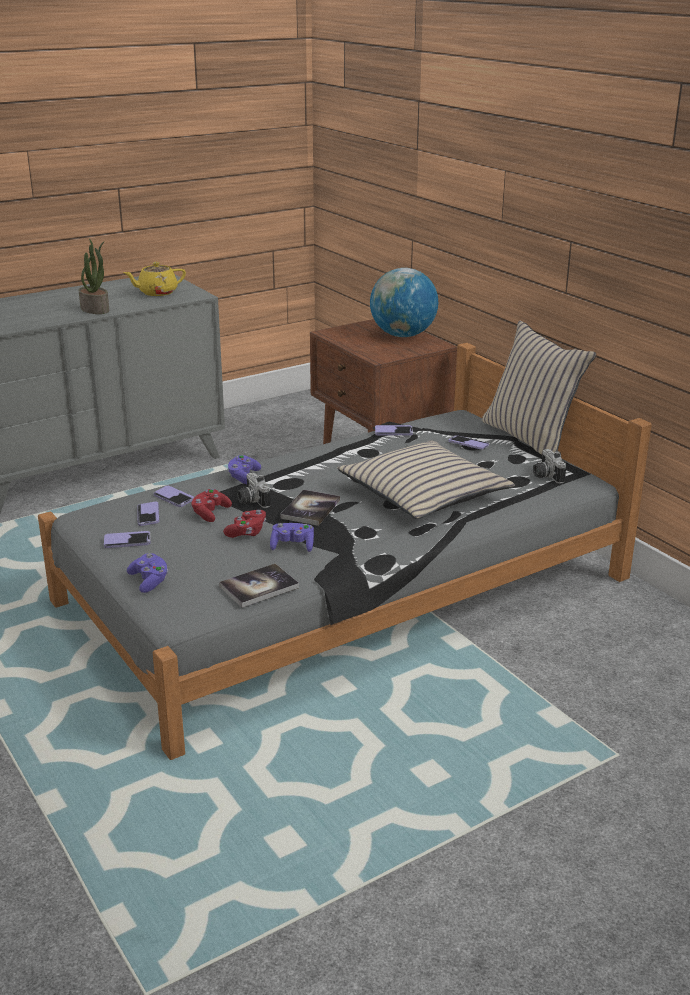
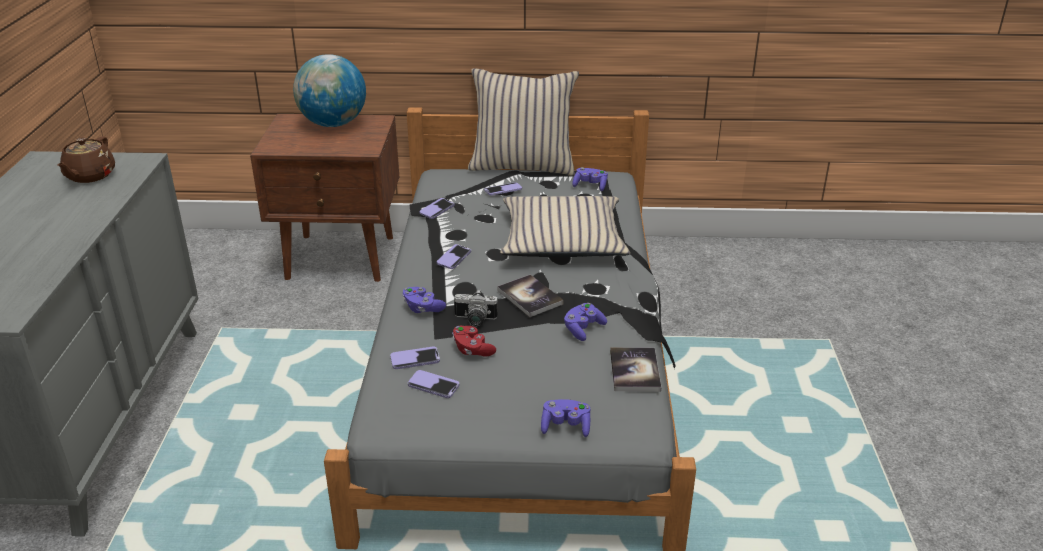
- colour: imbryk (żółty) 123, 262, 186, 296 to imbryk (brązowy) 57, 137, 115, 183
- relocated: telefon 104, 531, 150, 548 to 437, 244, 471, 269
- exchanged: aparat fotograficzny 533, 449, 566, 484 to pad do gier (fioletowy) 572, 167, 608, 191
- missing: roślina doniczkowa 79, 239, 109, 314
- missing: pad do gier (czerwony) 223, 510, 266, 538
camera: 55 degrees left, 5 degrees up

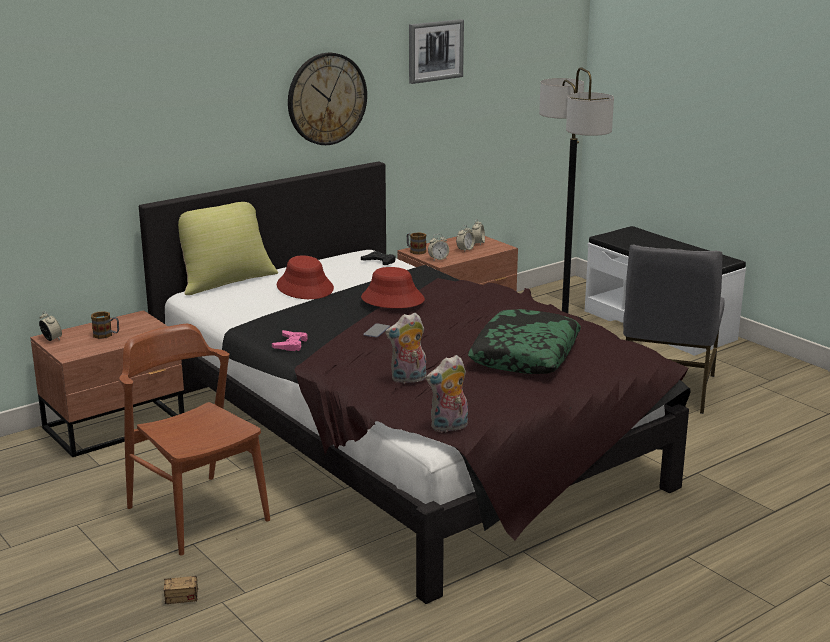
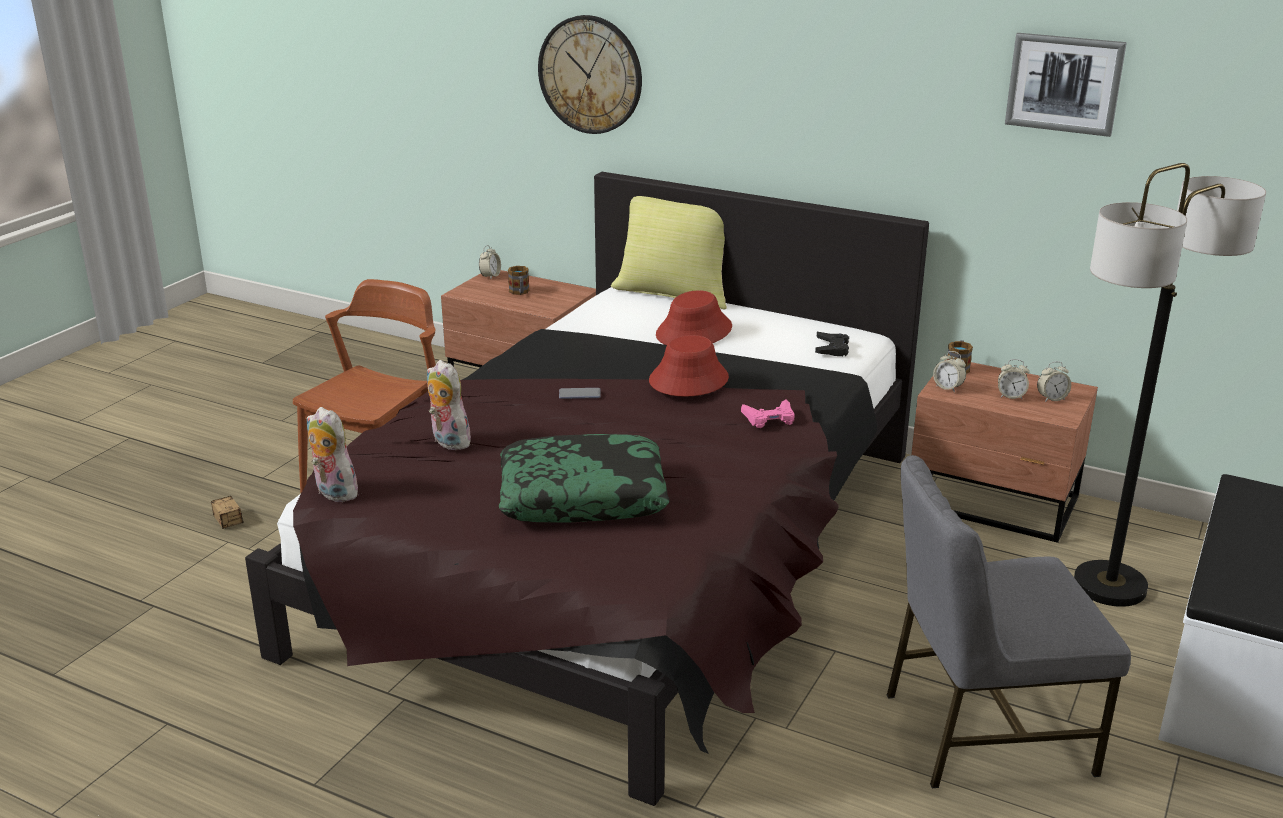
- relocated: zegar ścienny 288, 53, 367, 145 to 538, 15, 642, 134
- relocated: pad do gier (różowy) 272, 330, 308, 351 to 741, 400, 795, 428
camera: 65 degrees right, 5 degrees up

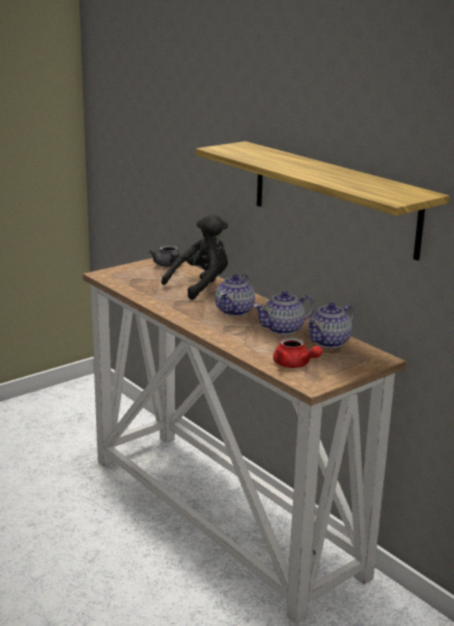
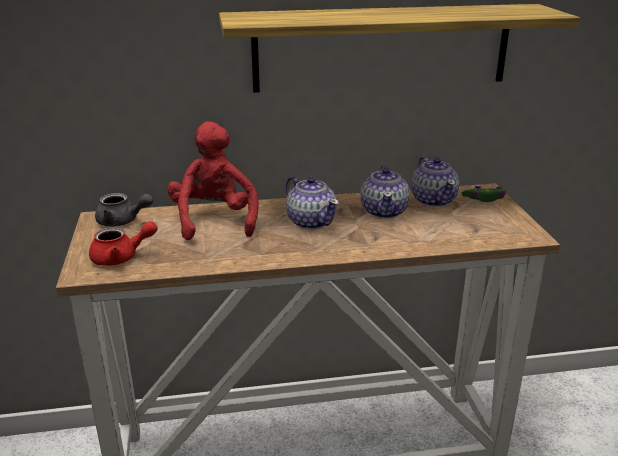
- relocated: imbryk (czerwony) 273, 337, 322, 368 to 89, 221, 158, 266
- colour: pluszak (czarny) 161, 214, 228, 300 to pluszak (czerwony) 167, 121, 259, 240
- appeared: pad do gier (zielony) 462, 186, 506, 202
camera: 60 degrees left, 5 degrees up

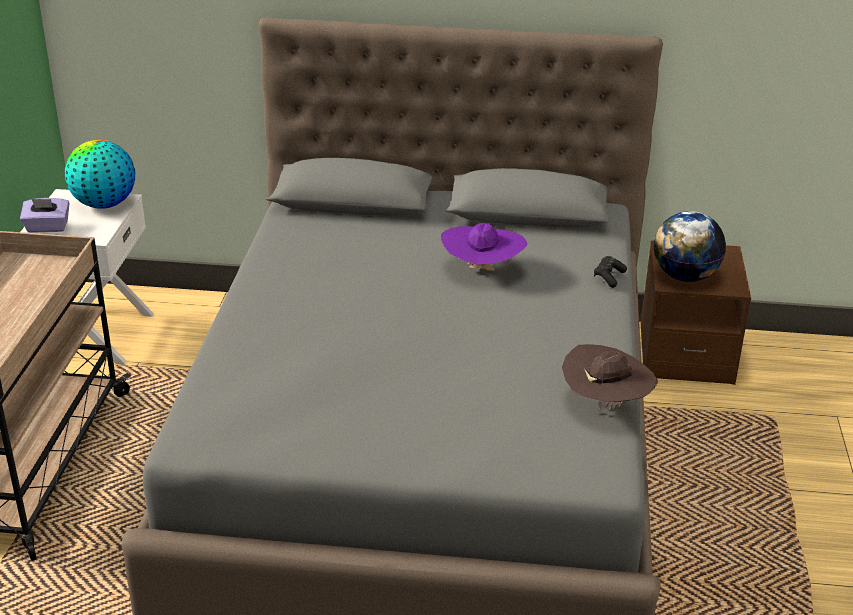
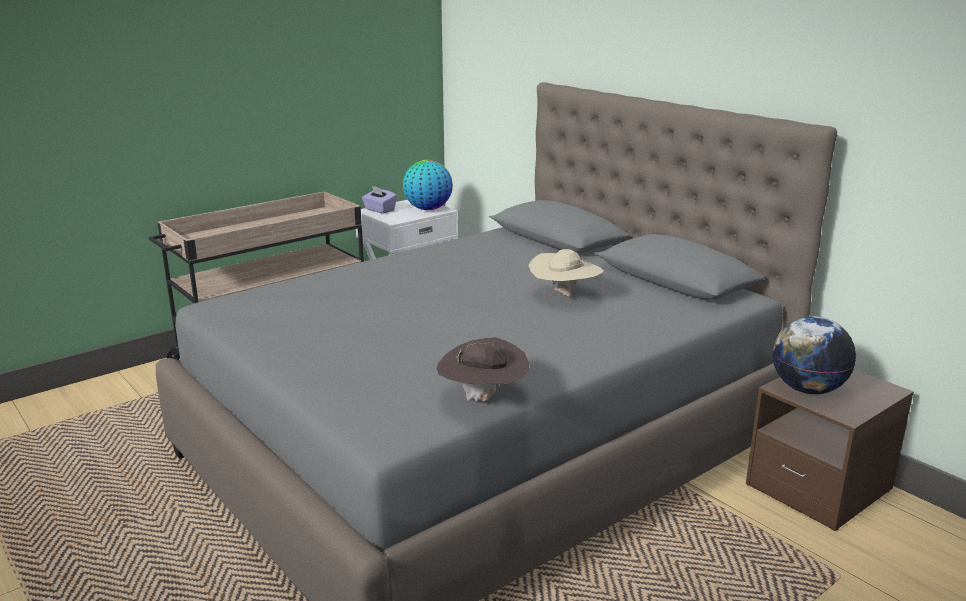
- colour: kapelusz (fioletowy) 441, 223, 527, 271 to kapelusz (beżowy) 528, 249, 604, 297
- missing: pad do gier (czarny) 594, 256, 627, 288
camera: 45 degrees right, 10 degrees down

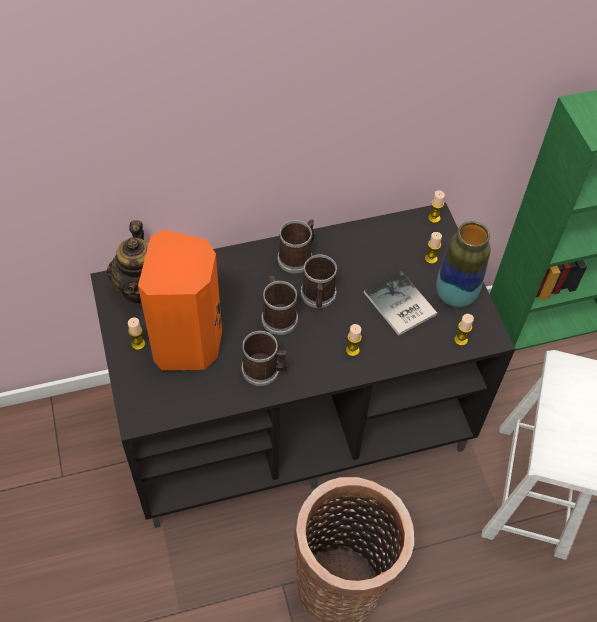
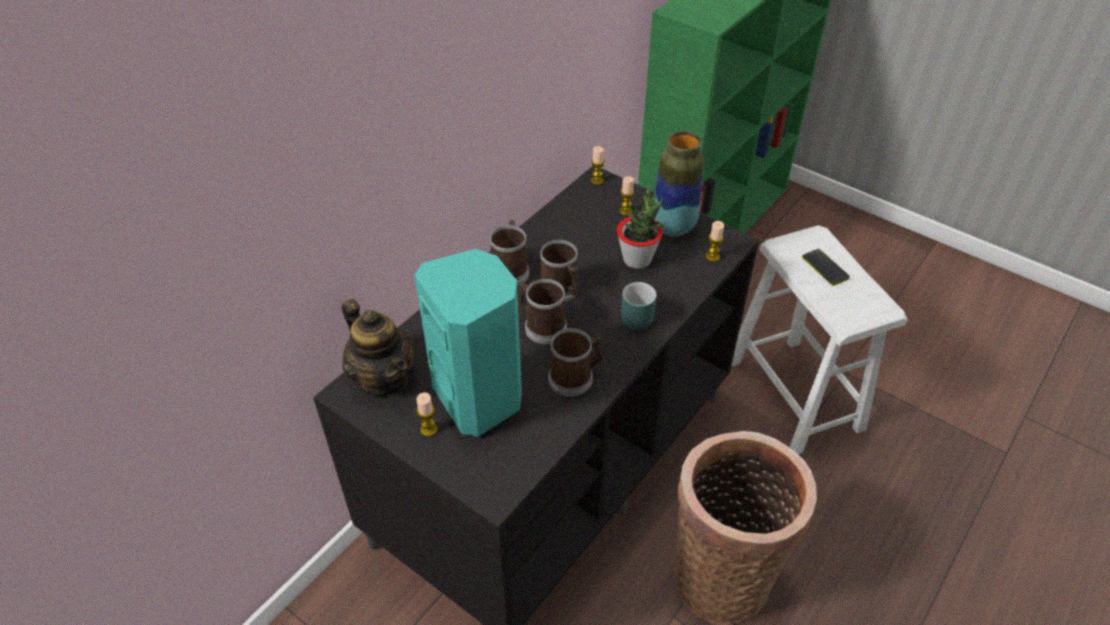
- colour: głośnik (pomarańczowy) 138, 230, 222, 371 to głośnik (turkusowy) 415, 249, 522, 437
- exchanged: książka 364, 271, 437, 336 to roślina doniczkowa 617, 188, 663, 269
- exchanged: świeca 346, 324, 362, 356 to kubek (turkusowy) 621, 282, 657, 330
- appeared: telefon 802, 249, 850, 286
camera: 35 degrees left, 10 degrees down

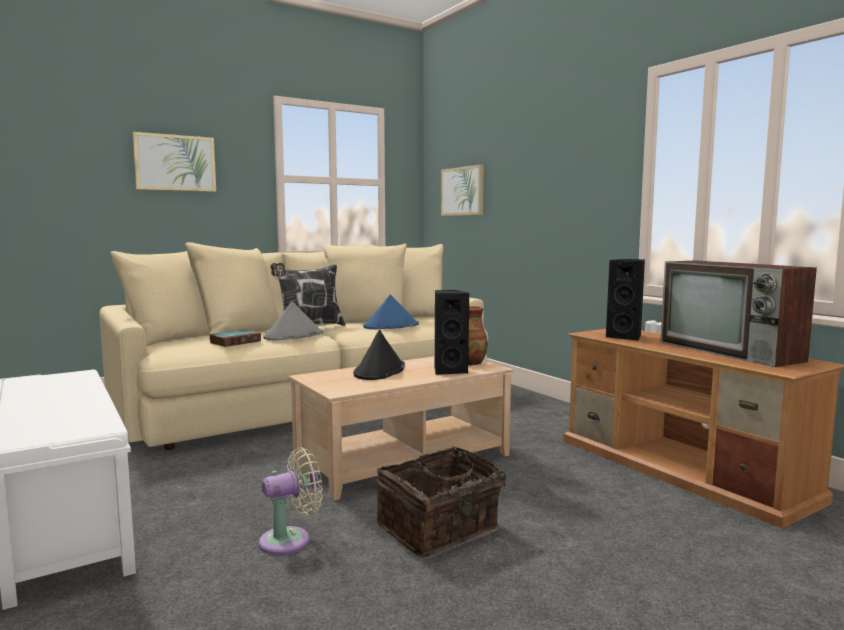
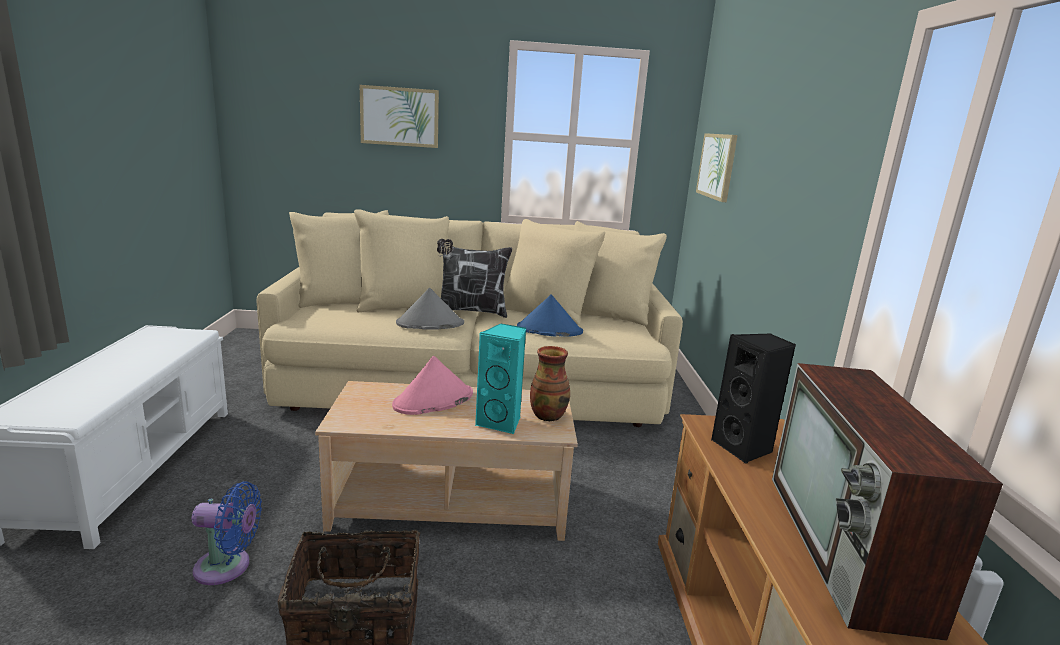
- colour: wentylator (beżowy) 259, 447, 323, 555 to wentylator (niebieski) 192, 481, 262, 585
- colour: kapelusz (czarny) 354, 330, 405, 380 to kapelusz (różowy) 392, 356, 473, 415
- colour: głośnik (czarny) 435, 290, 469, 375 to głośnik (turkusowy) 475, 323, 526, 435
- missing: książka 209, 330, 261, 347
camera: 30 degrees right, 10 degrees up

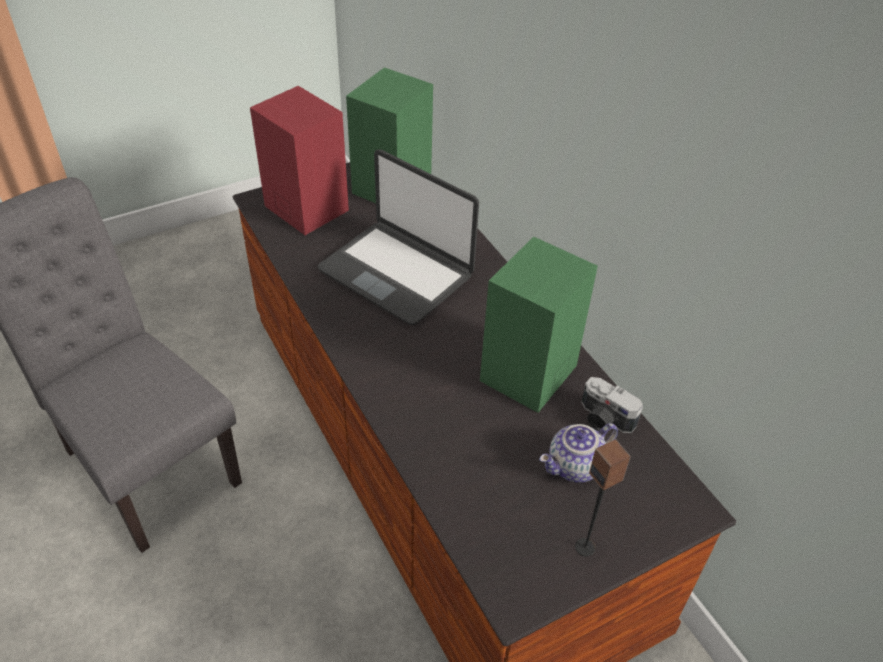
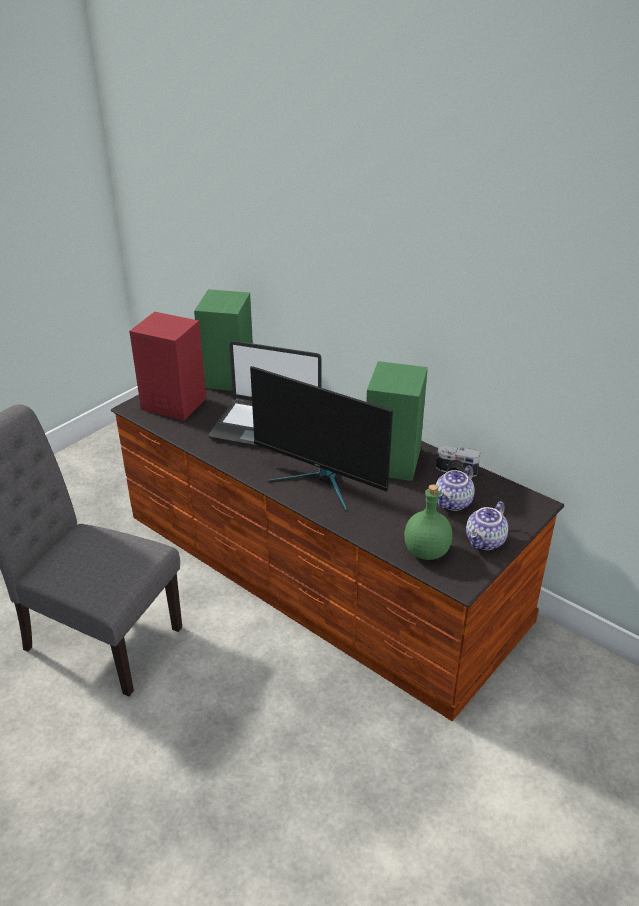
- appeared: monitor 250, 366, 393, 512
- appeared: butelka (zielony) 404, 484, 453, 560
- exchanged: głośnik 575, 440, 631, 557 to imbryk 466, 501, 508, 550
camera: 20 degrees left, 10 degrees down

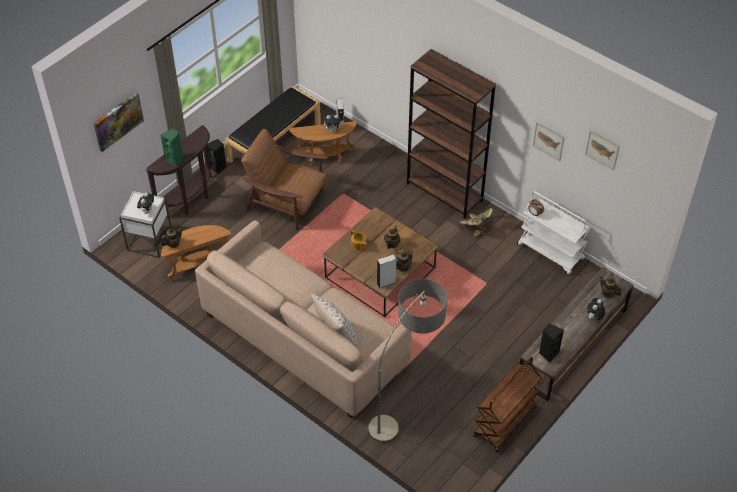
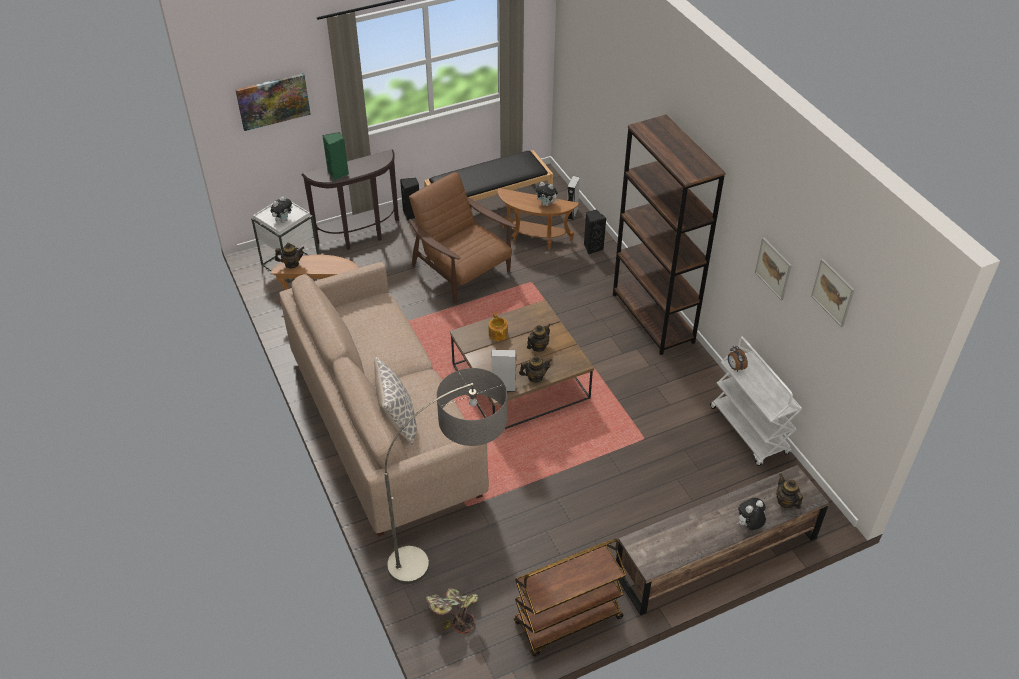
- relocated: roślina doniczkowa 459, 208, 493, 236 to 426, 588, 479, 634
- relocated: głośnik (czarny) 539, 324, 564, 363 to 584, 210, 606, 255
camera: 25 degrees right, 5 degrees down

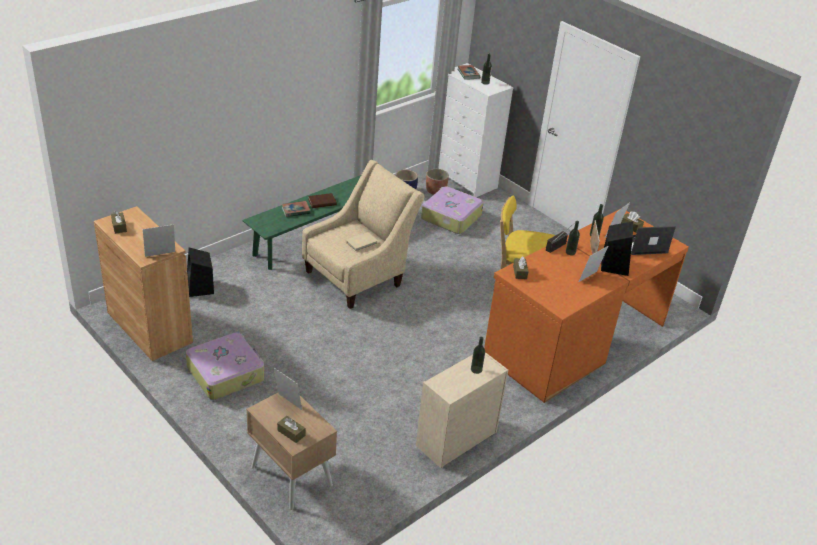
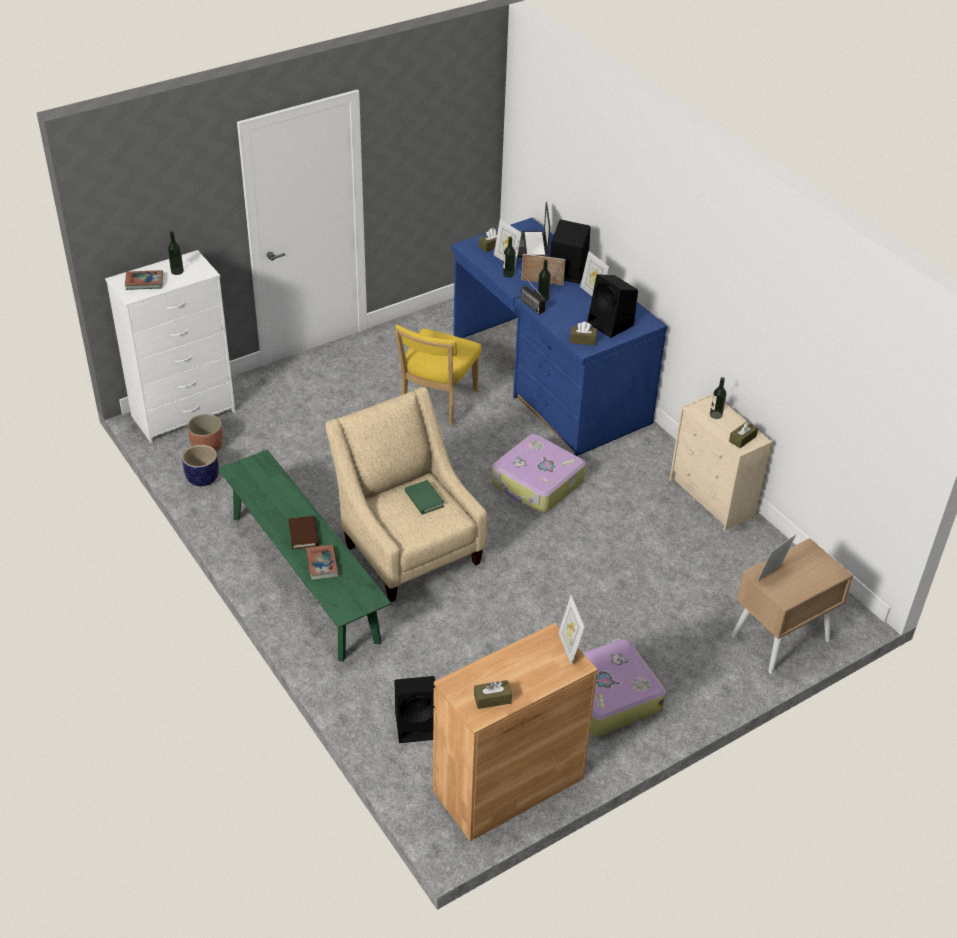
- colour: książka (beżowy) 346, 232, 378, 252 to książka (zielony) 405, 480, 445, 514
- colour: biurko (pomarańczowy) 484, 209, 689, 403 to biurko (niebieski) 452, 218, 667, 456
- relocated: walizka 421, 186, 484, 234 to 491, 434, 586, 513
- appeared: głośnik (czarny) 587, 274, 638, 338
- relocated: pudełko chusteczek (brązowy) 277, 416, 305, 443 to 729, 421, 758, 448
camera: 80 degrees left, 5 degrees up

